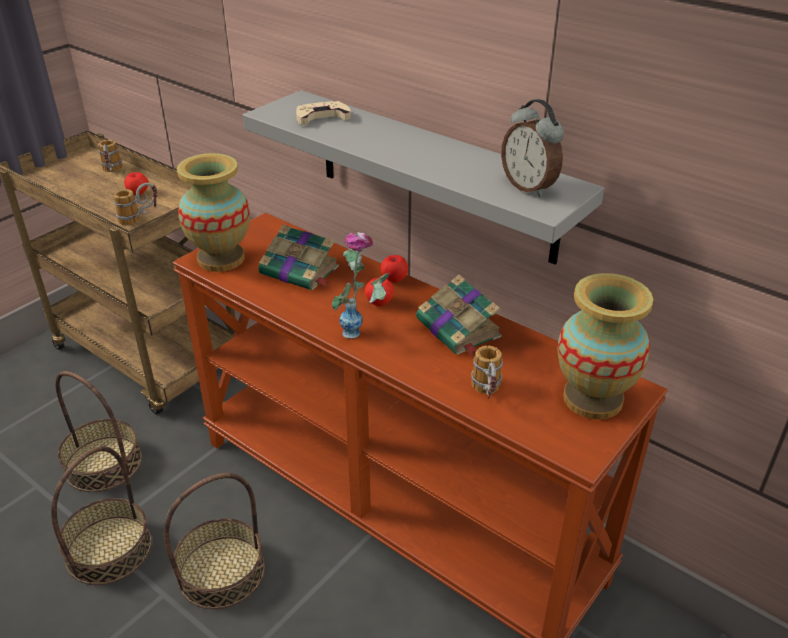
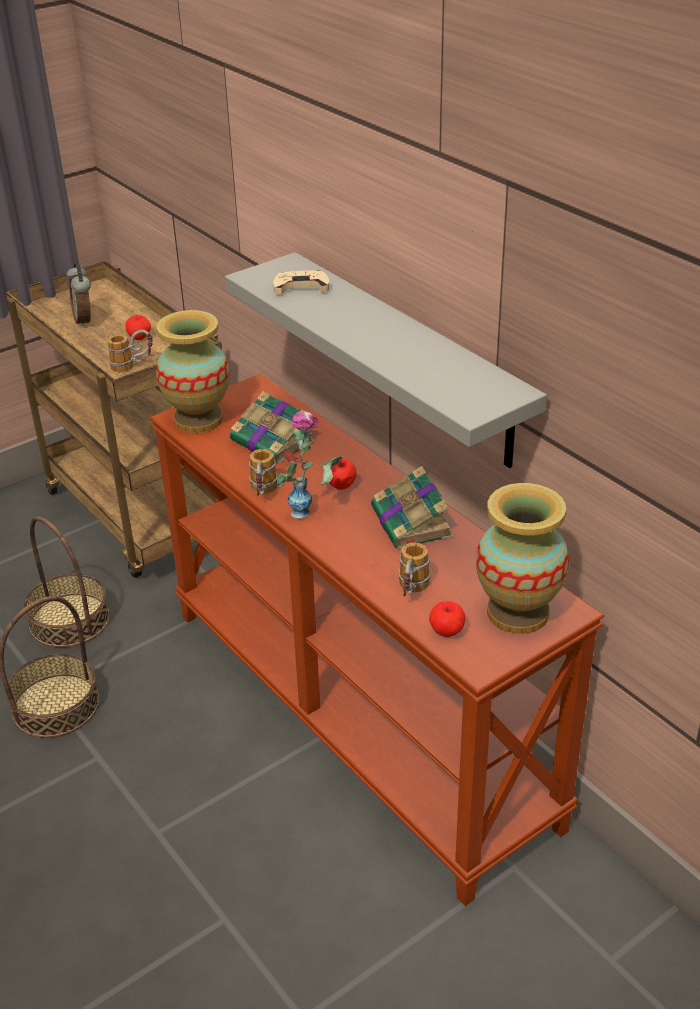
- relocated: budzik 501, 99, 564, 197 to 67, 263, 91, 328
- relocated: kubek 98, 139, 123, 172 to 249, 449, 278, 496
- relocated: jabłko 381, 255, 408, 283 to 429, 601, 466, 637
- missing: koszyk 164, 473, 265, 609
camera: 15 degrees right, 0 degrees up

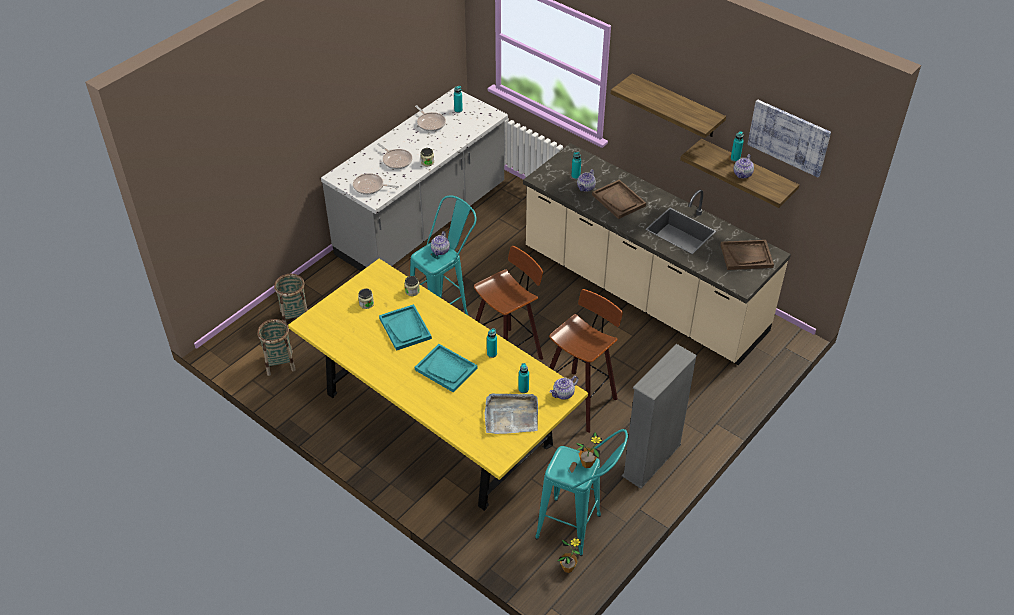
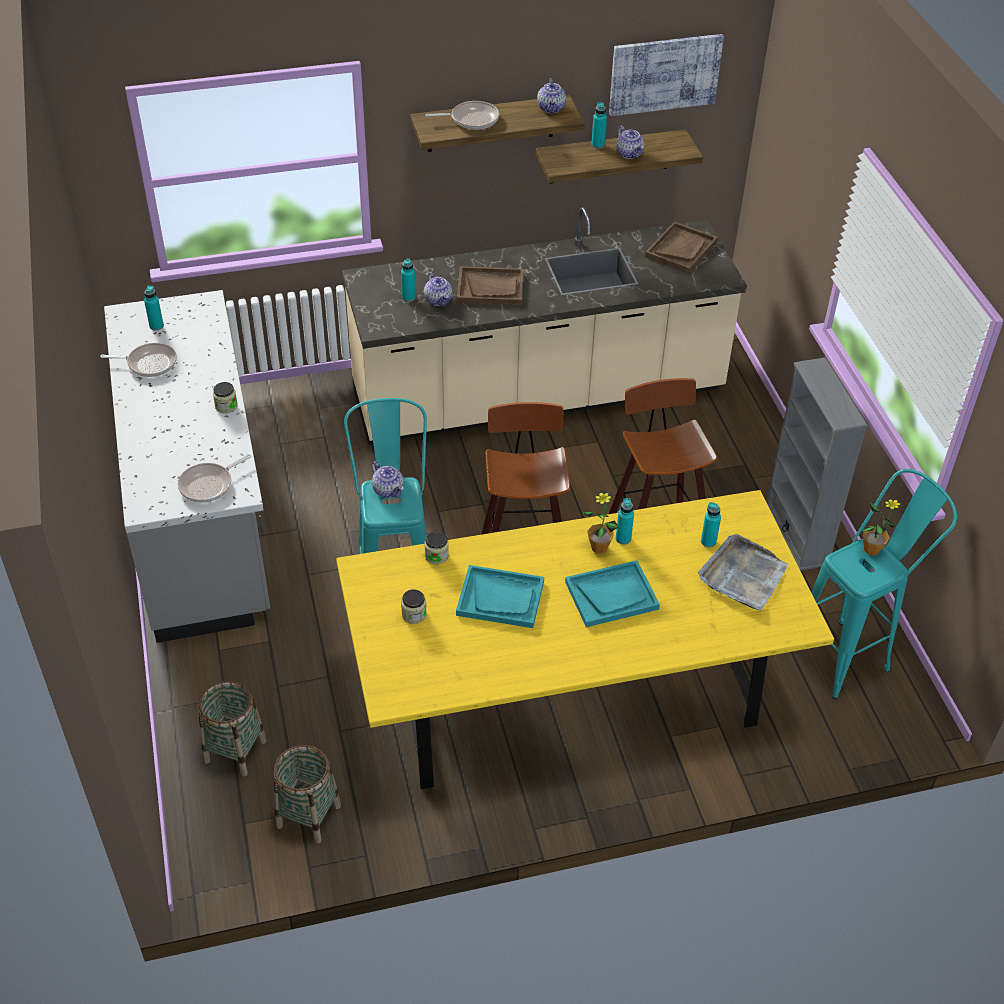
- relocated: patelnia 377, 143, 412, 169 to 425, 101, 499, 130
- relocated: imbryk 550, 376, 578, 400 to 537, 78, 566, 113
- relocated: roślina doniczkowa 558, 537, 581, 573 to 583, 491, 618, 554
camera: 55 degrees left, 0 degrees up

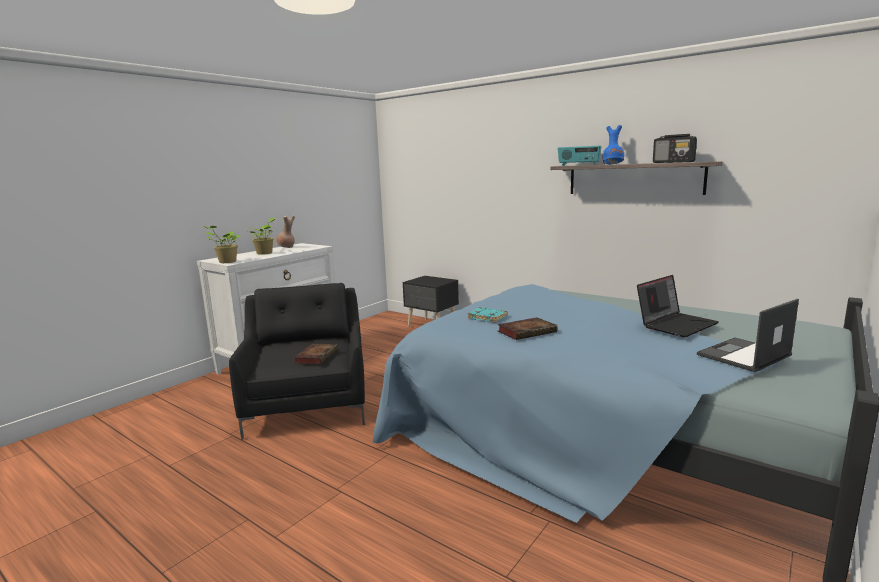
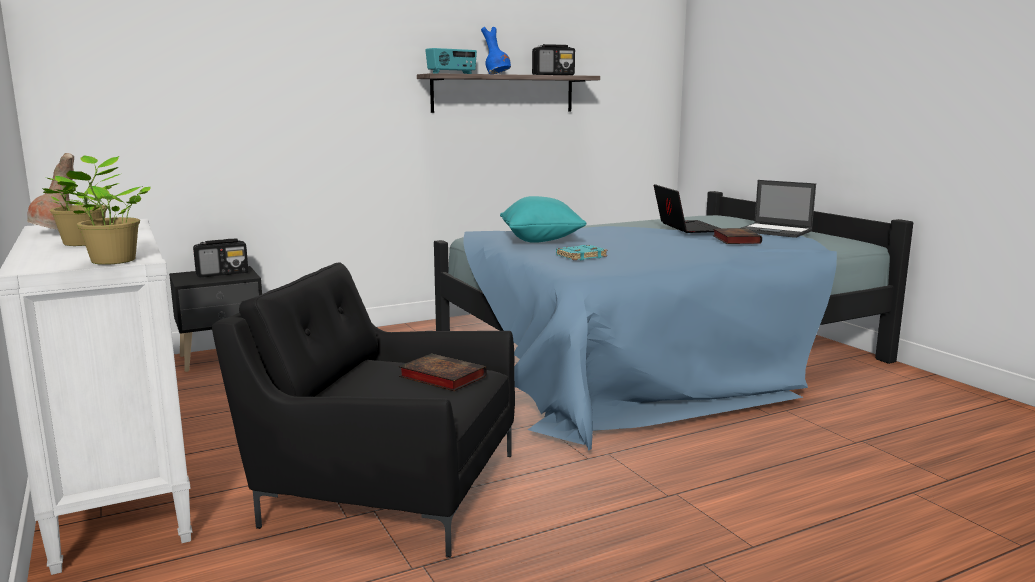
- appeared: radio 193, 239, 248, 277
- appeared: poduszka (turkusowy) 500, 196, 587, 243
- relocated: książka 498, 317, 558, 340 to 713, 228, 762, 244
- spun: laptop 697, 299, 799, 372 = 742, 180, 816, 238 45 degrees counterclockwise
camera: 65 degrees left, 0 degrees up

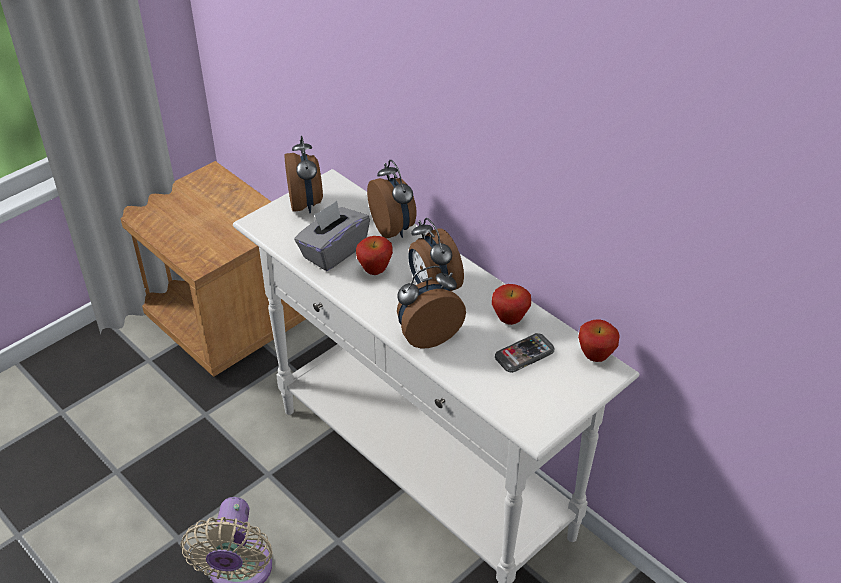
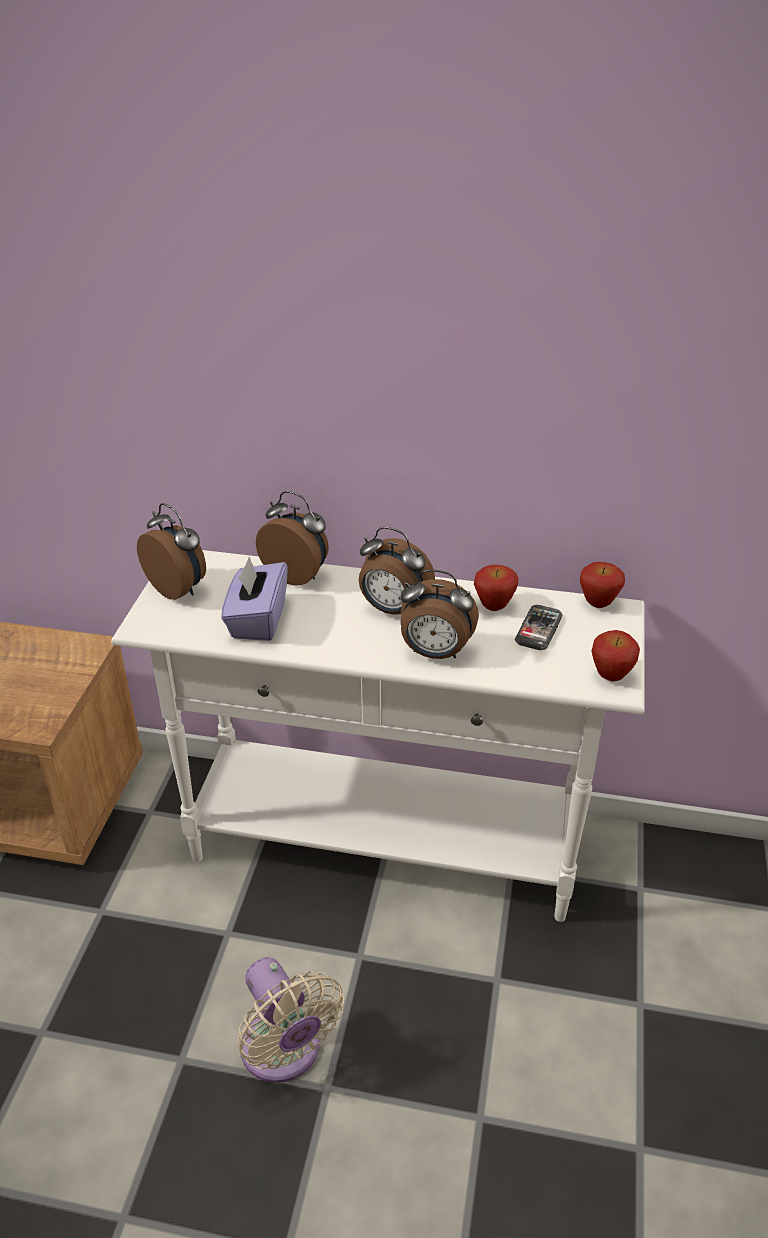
- colour: pudełko chusteczek (szary) 294, 201, 370, 271 to pudełko chusteczek (fioletowy) 221, 557, 288, 641
- spun: budzik 397, 266, 466, 349 = 400, 570, 479, 659 105 degrees counterclockwise
- relocated: jabłko 356, 236, 393, 275 to 591, 630, 640, 681
camera: 35 degrees left, 5 degrees down

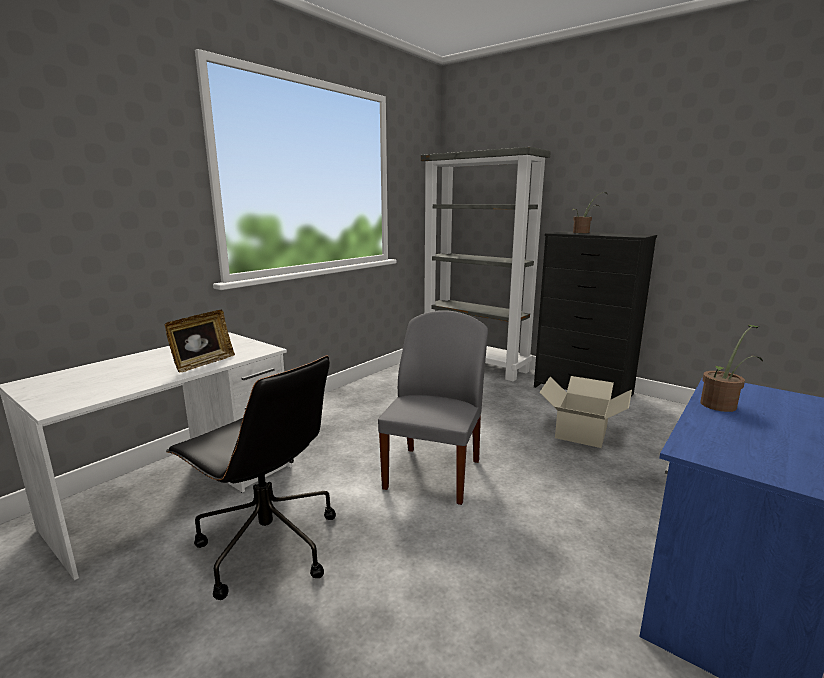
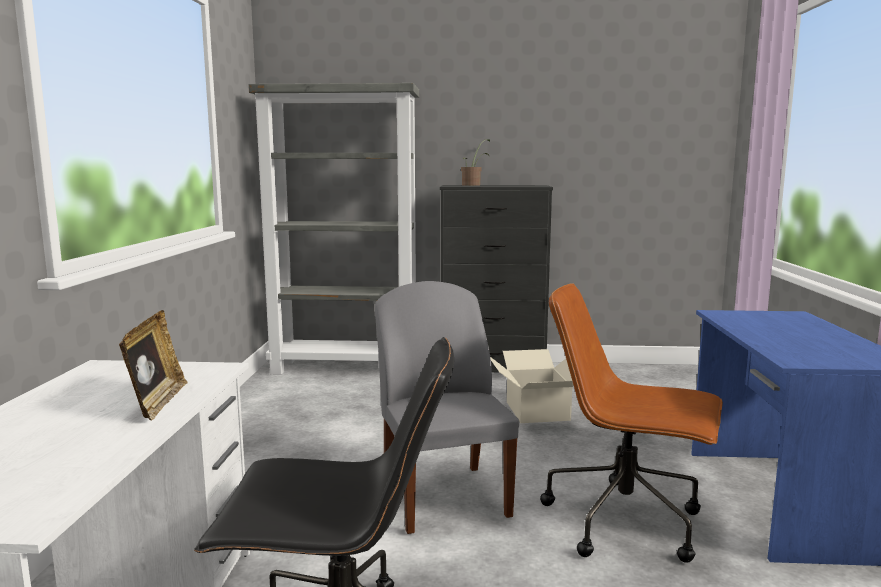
- appeared: krzesło biurowe (brązowy) 540, 283, 723, 563
- missing: roślina doniczkowa 700, 325, 763, 412
camera: 35 degrees left, 5 degrees down

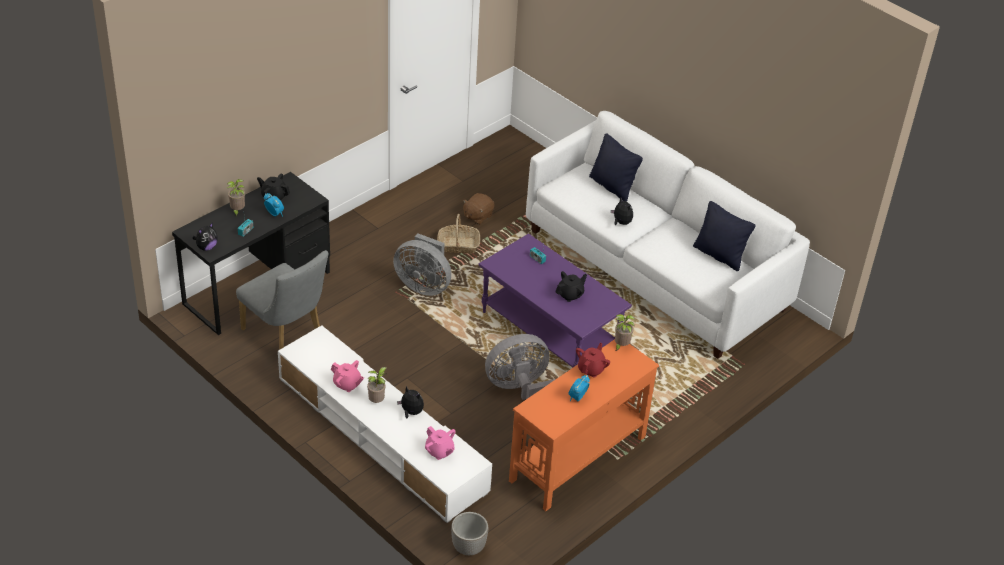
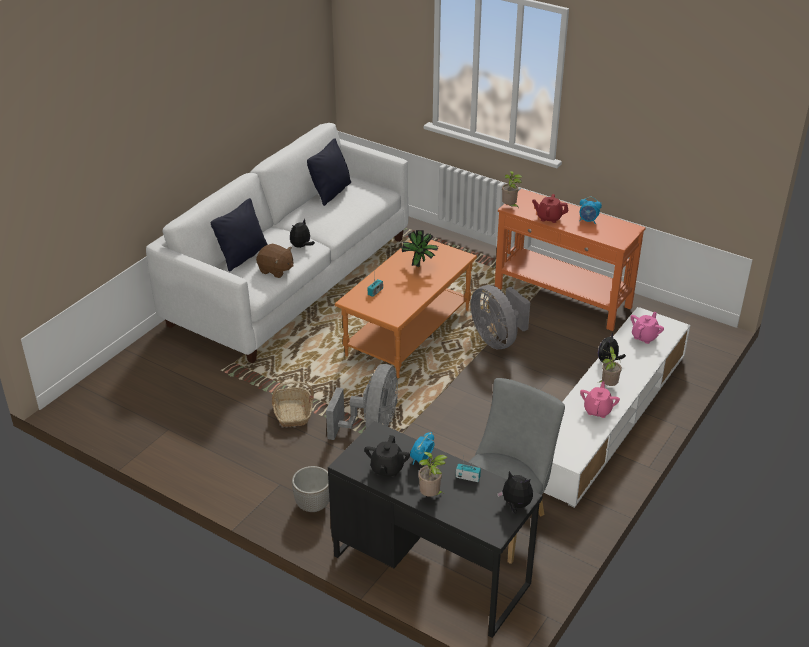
- relocated: pluszak (brązowy) 463, 193, 495, 225 to 256, 244, 294, 278
- relocated: donica 451, 512, 488, 555 to 292, 466, 330, 512
- colour: ława (fioletowy) 478, 234, 632, 367 to ława (pomarańczowy) 335, 240, 477, 378
- exchanged: imbryk (czarny) 555, 271, 587, 302 to roślina doniczkowa 401, 230, 438, 267
camera: 100 degrees left, 5 degrees down

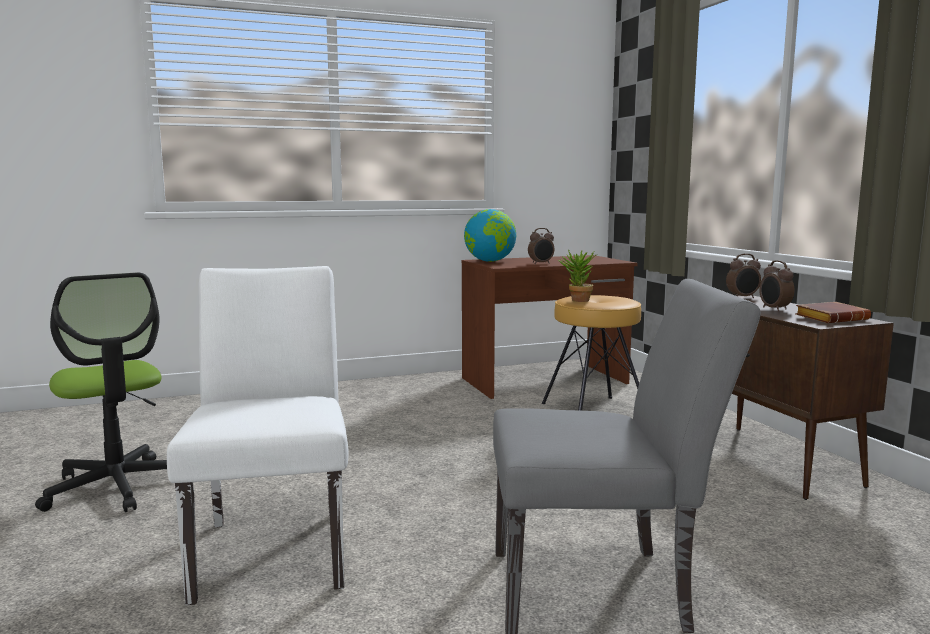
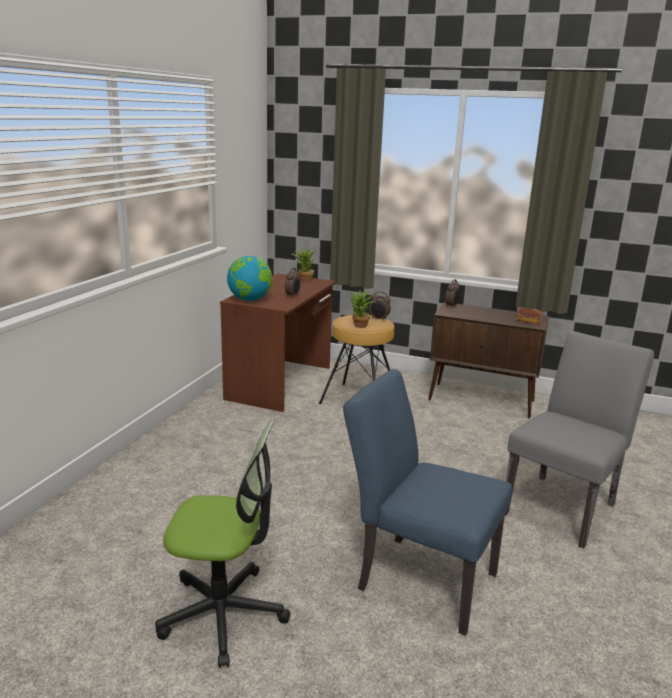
- appeared: roślina doniczkowa 292, 246, 316, 282
- colour: krzesło (biały) 167, 266, 349, 605 to krzesło (niebieski) 343, 369, 512, 636
- relocated: budzik 759, 260, 795, 311 to 369, 291, 391, 321
camera: 50 degrees left, 10 degrees up

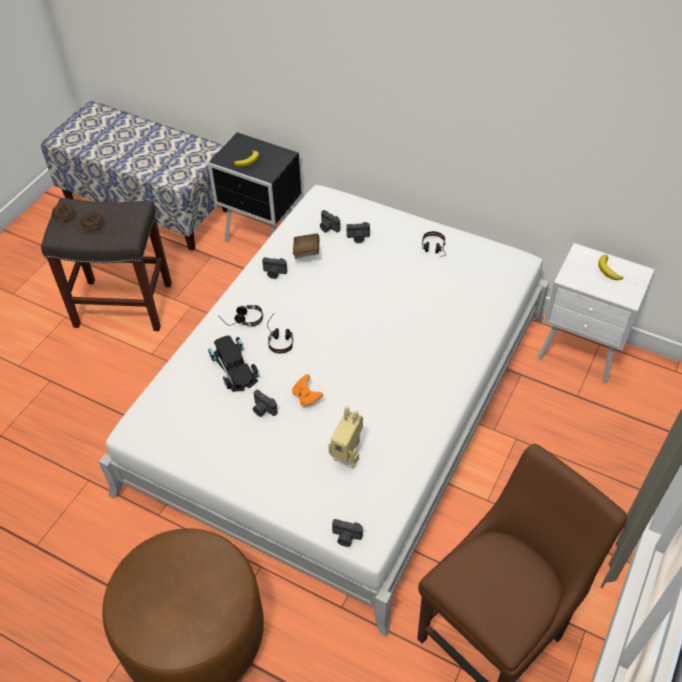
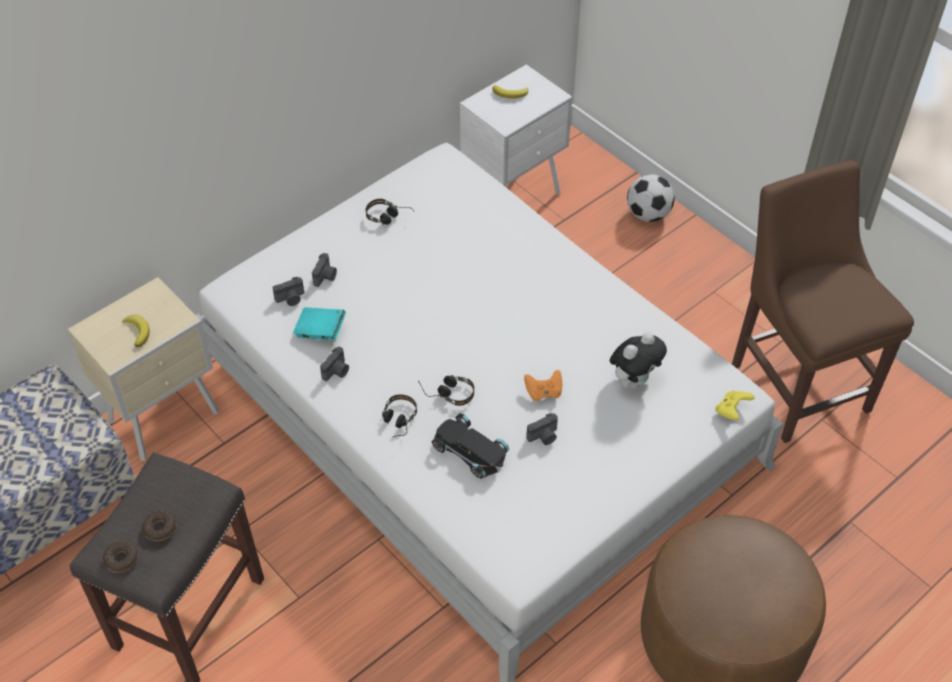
- colour: szafka nocna (czarny) 208, 133, 301, 242 to szafka nocna (beżowy) 68, 277, 219, 461
- colour: książka (brązowy) 293, 233, 319, 259 to książka (turkusowy) 293, 307, 346, 340
- spun: samochodzik (czarny) 208, 335, 259, 392 = 431, 413, 510, 479 135 degrees counterclockwise
- exchanged: robot zabawkowy 329, 406, 363, 468 to pluszak 610, 332, 667, 389
- appeared: piłka futbolowa 627, 174, 675, 222
- exchanged: aparat fotograficzny 332, 519, 363, 547 to pad do gier (żółty) 715, 390, 754, 420
camera: 70 degrees left, 0 degrees up

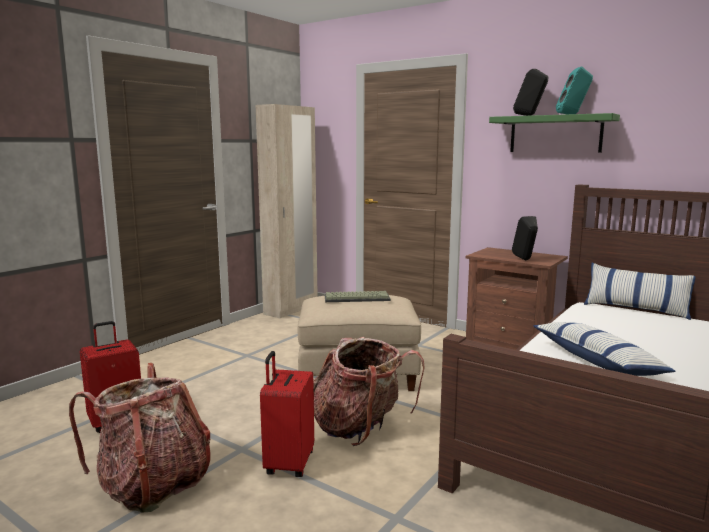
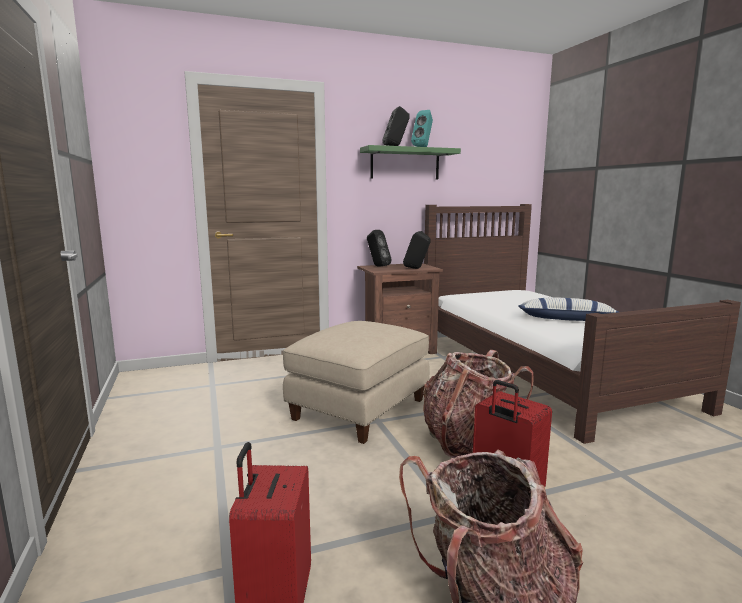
- appeared: głośnik (czarny) 367, 230, 392, 267
- missing: szafa (beżowy) 256, 104, 318, 318
- missing: klawiatura 325, 291, 391, 302
- missing: poduszka 584, 263, 696, 320
camera: 55 degrees left, 0 degrees up

